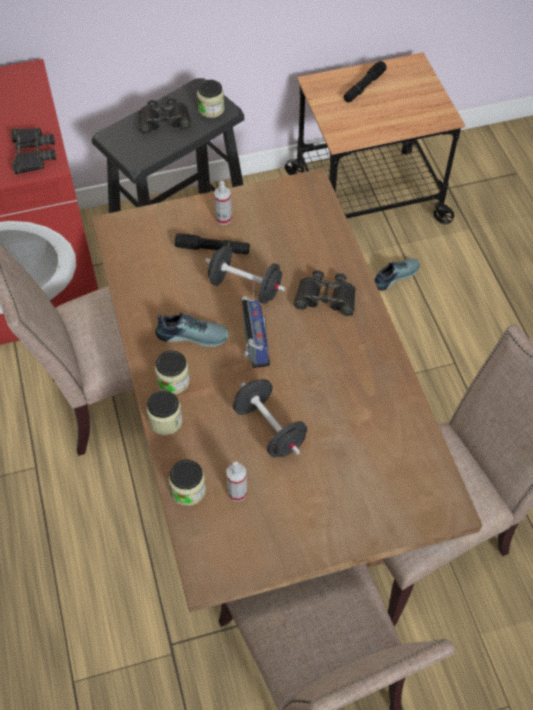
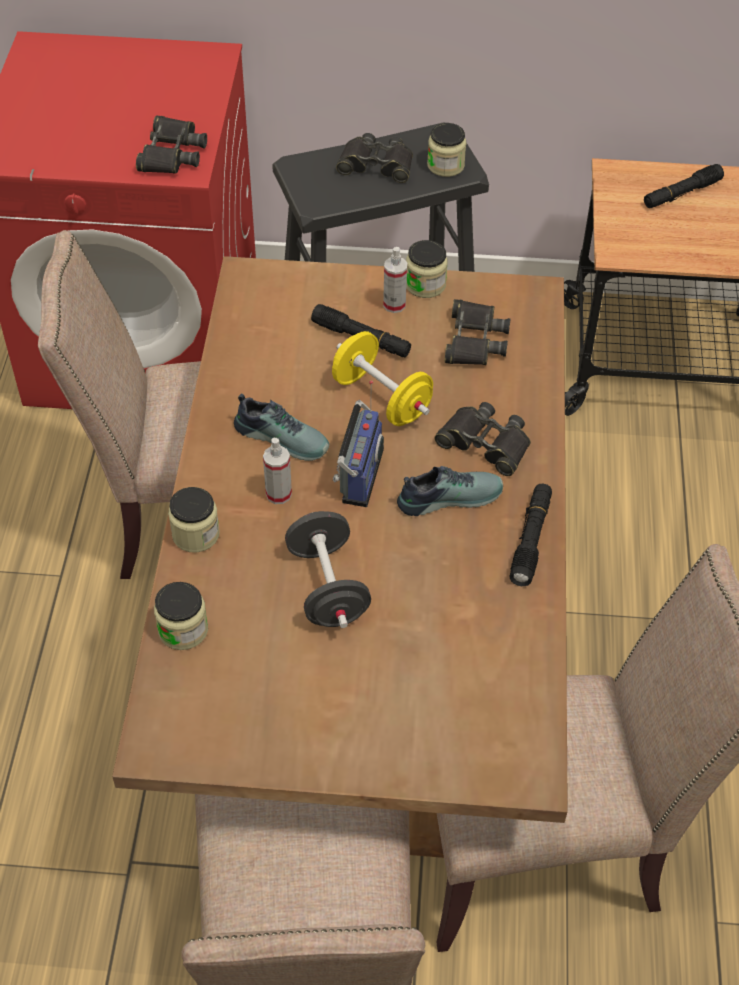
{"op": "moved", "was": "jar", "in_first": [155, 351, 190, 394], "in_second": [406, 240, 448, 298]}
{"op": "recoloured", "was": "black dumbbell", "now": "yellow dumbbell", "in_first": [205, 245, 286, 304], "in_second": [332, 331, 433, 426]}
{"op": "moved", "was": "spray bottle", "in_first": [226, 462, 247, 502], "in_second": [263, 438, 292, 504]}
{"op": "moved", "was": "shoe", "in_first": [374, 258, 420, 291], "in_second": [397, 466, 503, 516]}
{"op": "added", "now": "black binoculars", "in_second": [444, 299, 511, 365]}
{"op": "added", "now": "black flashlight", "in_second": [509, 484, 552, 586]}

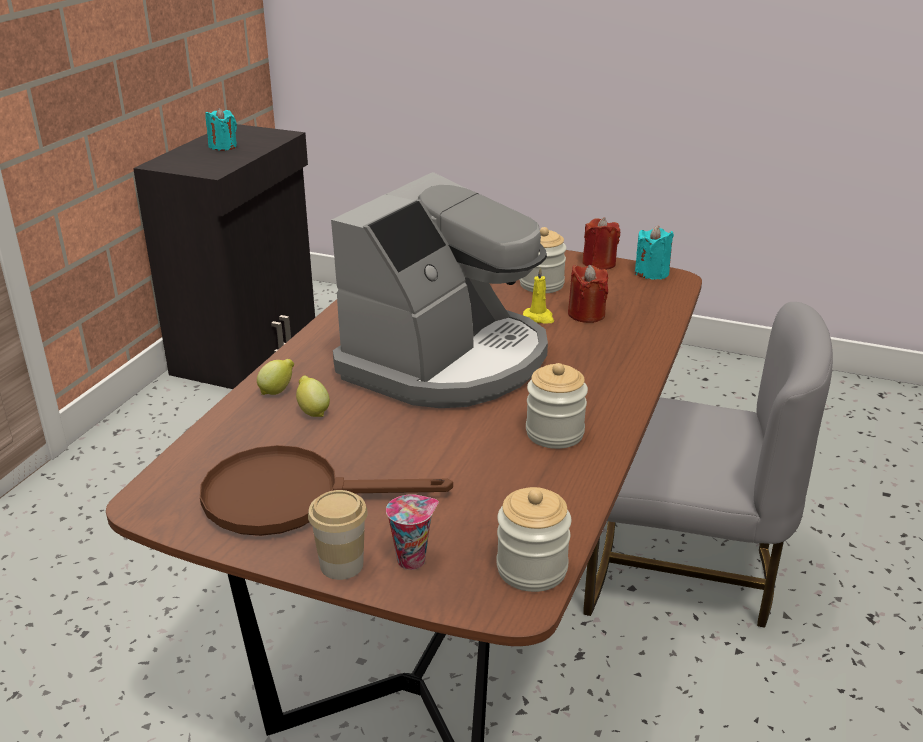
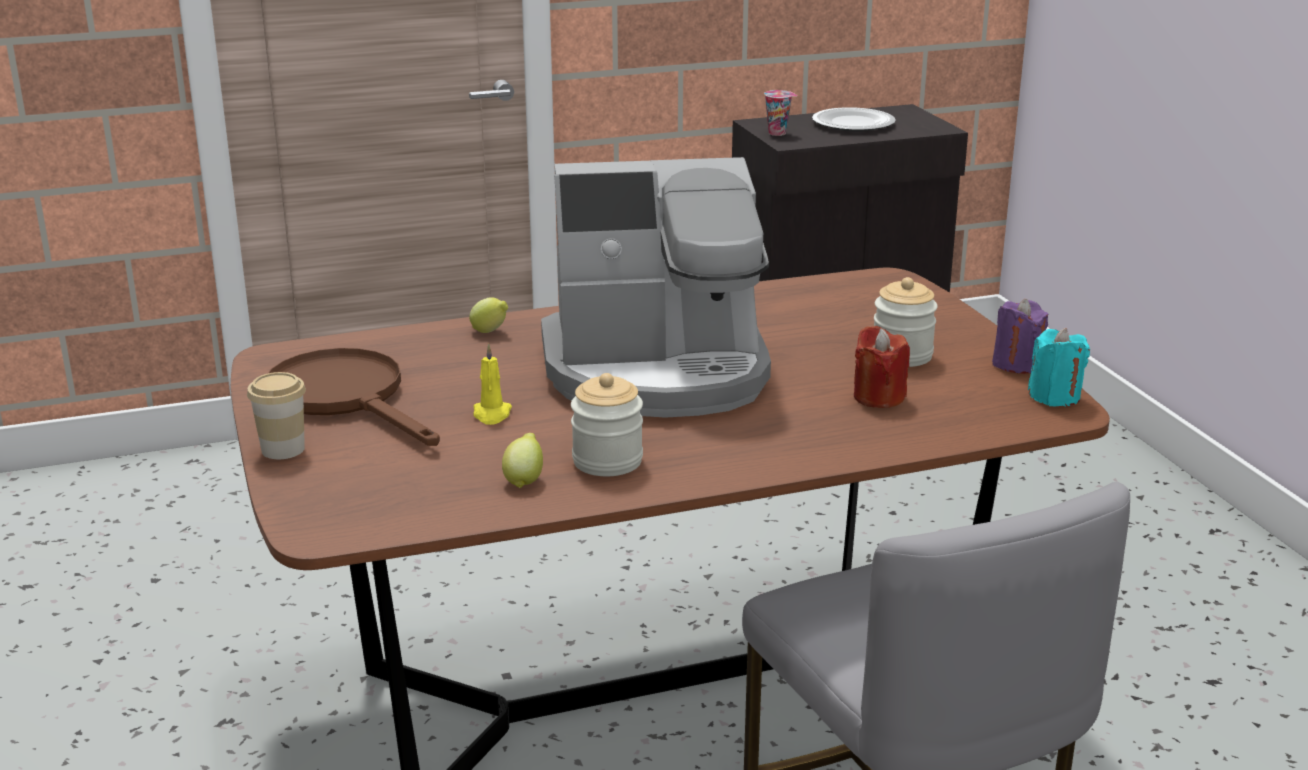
{"op": "replaced", "was": "turquoise candle", "now": "plate", "in_first": [206, 108, 237, 151], "in_second": [812, 107, 896, 132]}
{"op": "moved", "was": "lemon", "in_first": [296, 375, 330, 417], "in_second": [502, 433, 543, 488]}
{"op": "moved", "was": "cup", "in_first": [386, 494, 439, 570], "in_second": [764, 90, 797, 136]}
{"op": "removed", "was": "jar", "in_first": [497, 487, 571, 592]}
{"op": "moved", "was": "yellow candle", "in_first": [523, 267, 554, 323], "in_second": [473, 344, 512, 425]}
{"op": "recoloured", "was": "red candle", "now": "purple candle", "in_first": [582, 217, 620, 270], "in_second": [992, 299, 1048, 374]}

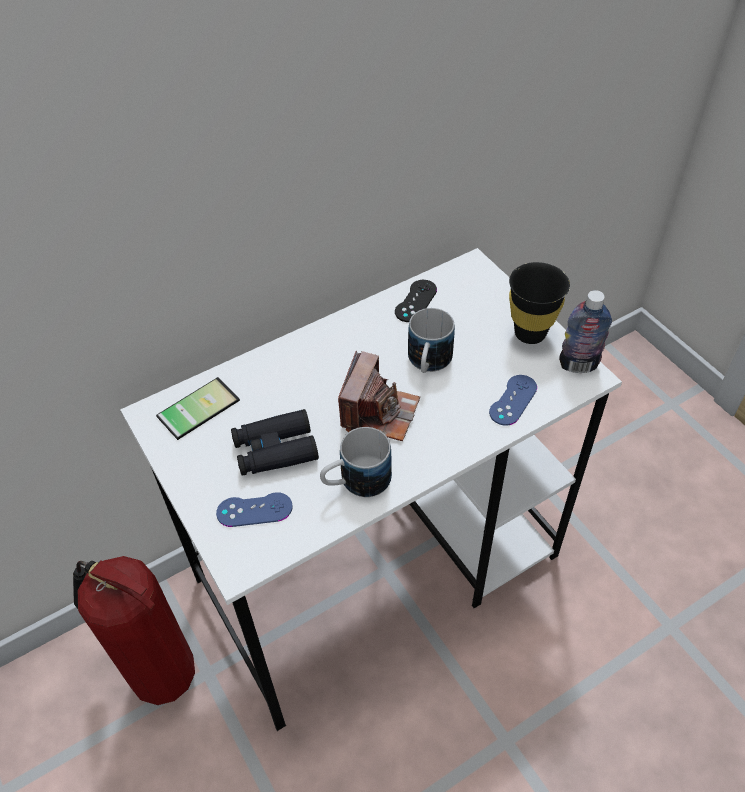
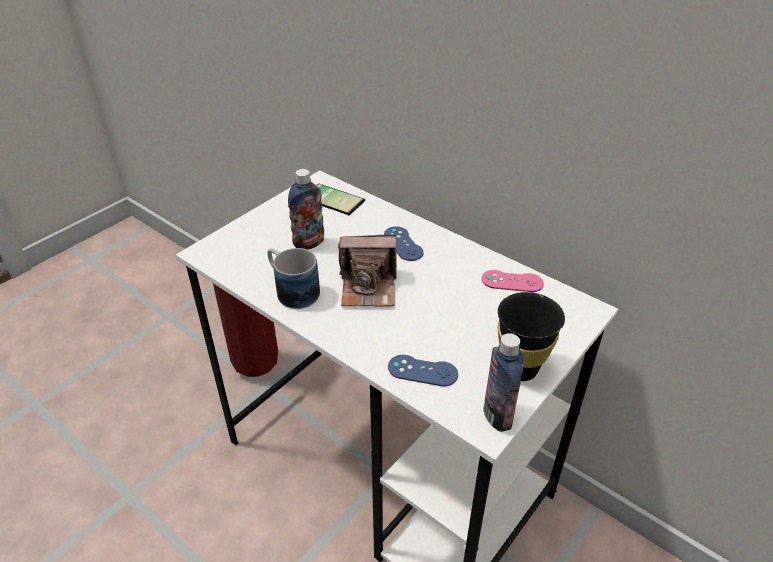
{"op": "moved", "was": "blue game controller", "in_first": [216, 492, 293, 527], "in_second": [384, 226, 424, 261]}
{"op": "replaced", "was": "black binoculars", "now": "bottle", "in_first": [231, 409, 319, 476], "in_second": [288, 169, 324, 250]}
{"op": "recoloured", "was": "black game controller", "now": "pink game controller", "in_first": [395, 280, 437, 322], "in_second": [482, 270, 544, 292]}
{"op": "removed", "was": "mug", "in_first": [408, 308, 455, 373]}

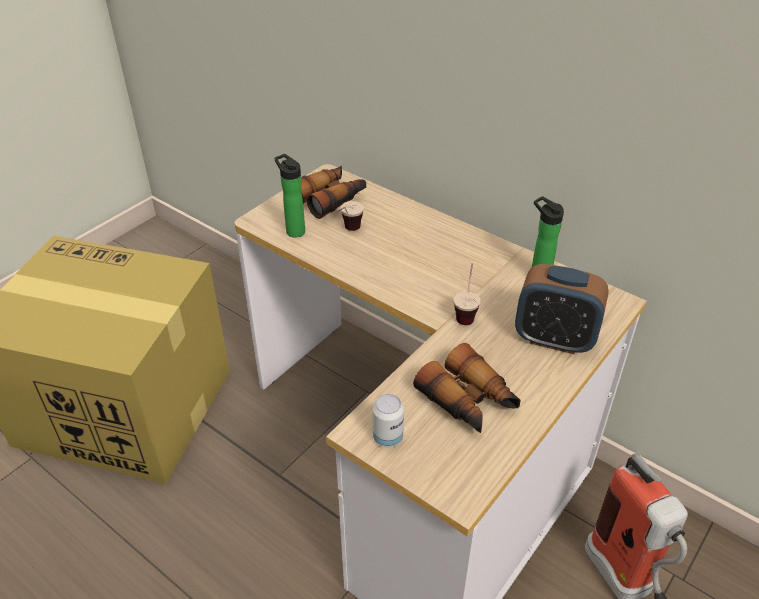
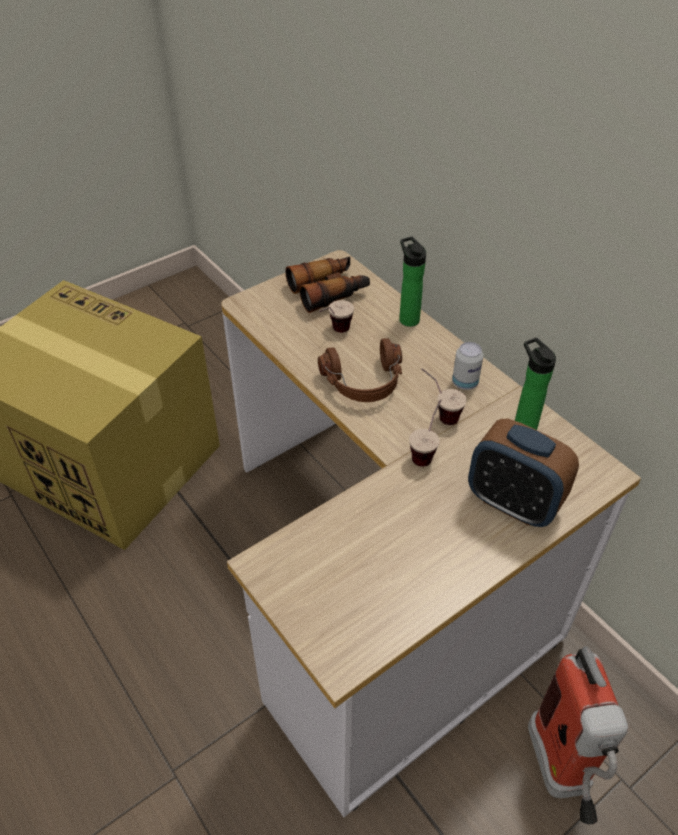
{"op": "moved", "was": "bottle", "in_first": [275, 154, 305, 238], "in_second": [399, 237, 426, 327]}
{"op": "moved", "was": "can", "in_first": [373, 394, 404, 447], "in_second": [452, 342, 483, 390]}
{"op": "removed", "was": "binoculars", "in_first": [413, 343, 521, 433]}
{"op": "added", "now": "brown headphones", "in_second": [318, 338, 402, 402]}
{"op": "added", "now": "cup", "in_second": [421, 368, 467, 425]}

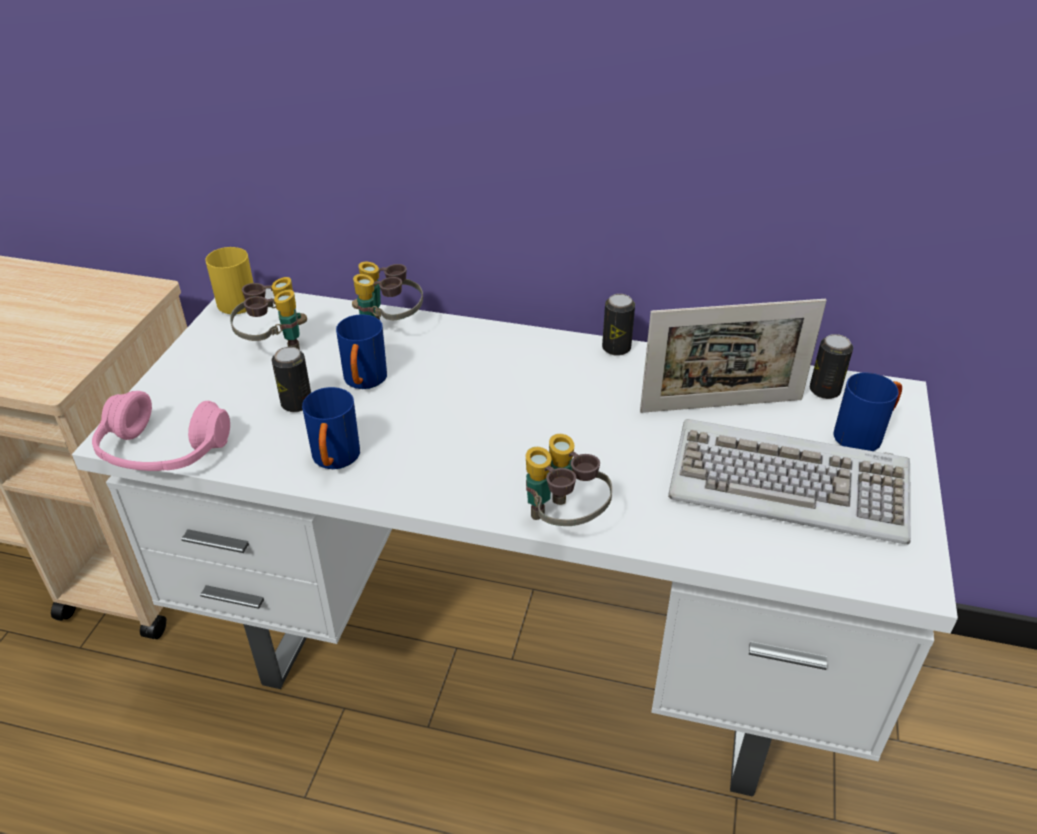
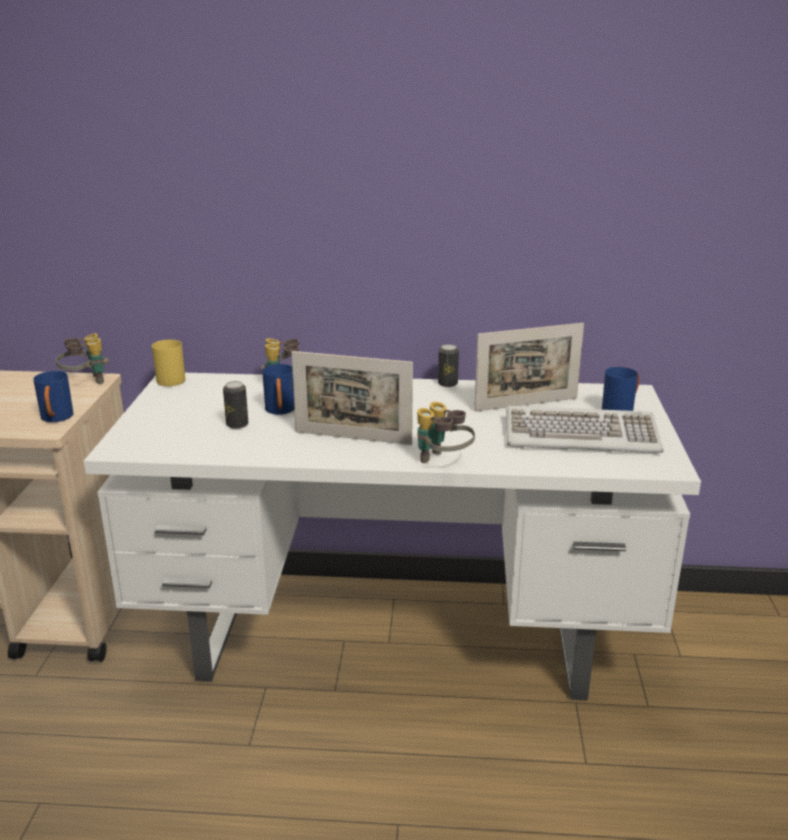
{"op": "removed", "was": "pink headphones", "in_first": [92, 391, 230, 471]}
{"op": "moved", "was": "binoculars", "in_first": [230, 277, 307, 350], "in_second": [56, 333, 109, 384]}
{"op": "moved", "was": "blue mug", "in_first": [302, 387, 360, 469], "in_second": [33, 371, 73, 422]}
{"op": "removed", "was": "can", "in_first": [810, 334, 853, 399]}
{"op": "added", "now": "picture frame", "in_second": [291, 351, 413, 445]}

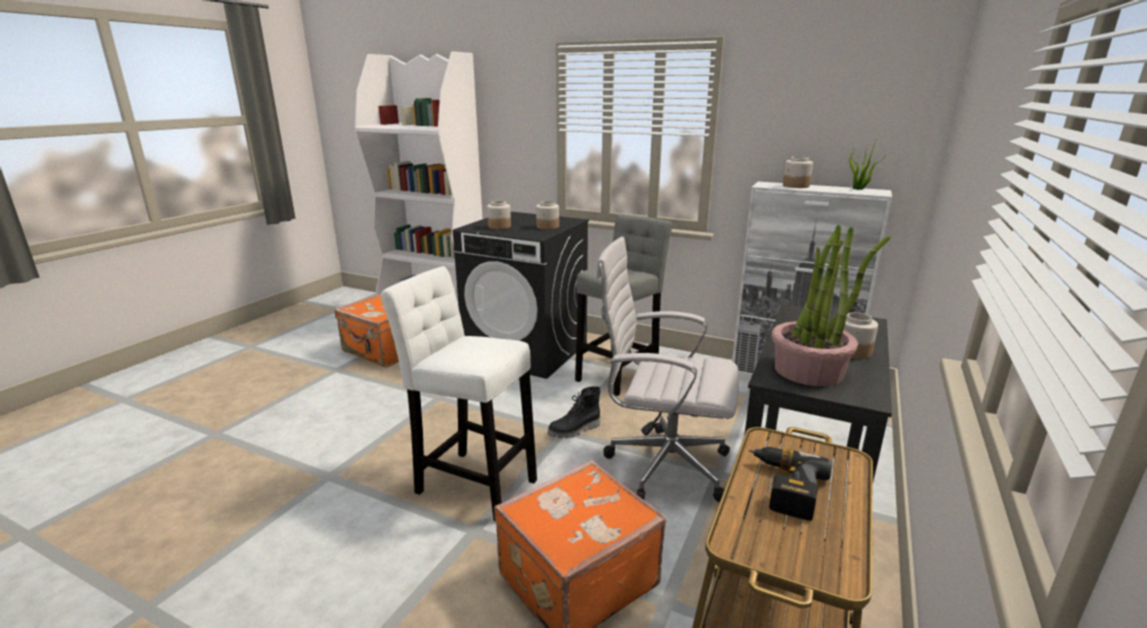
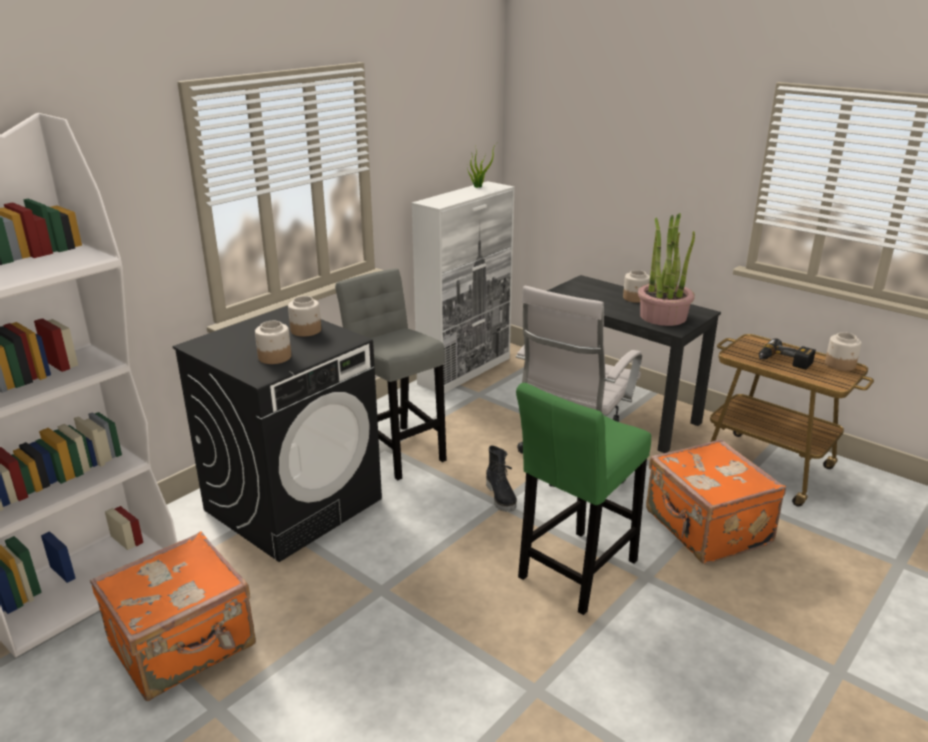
{"op": "recoloured", "was": "white stool", "now": "green stool", "in_first": [381, 266, 537, 521], "in_second": [516, 383, 651, 615]}
{"op": "moved", "was": "jar", "in_first": [783, 157, 813, 188], "in_second": [825, 332, 862, 371]}

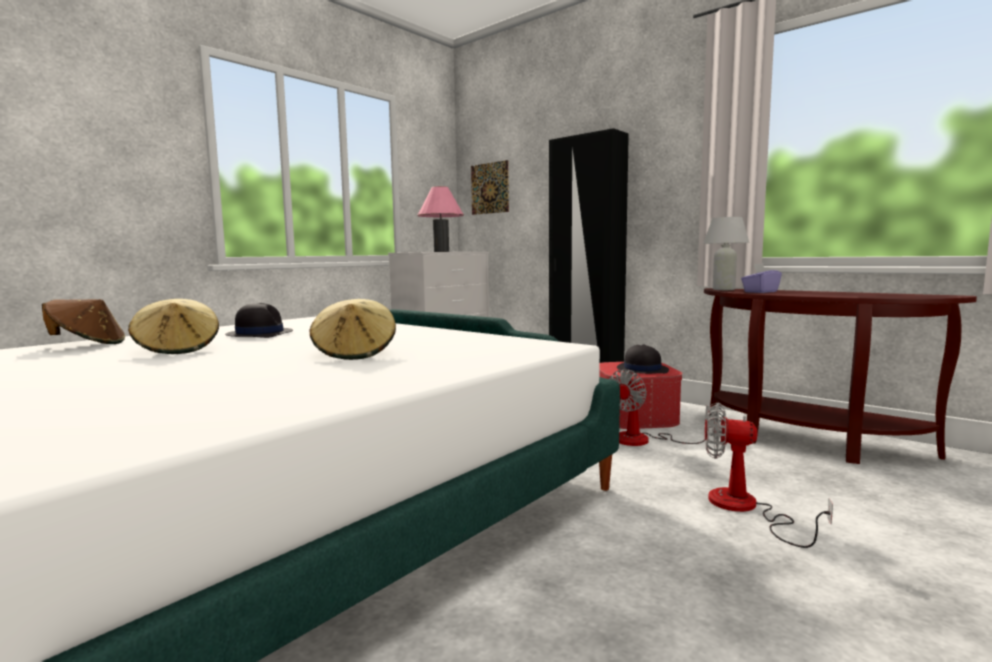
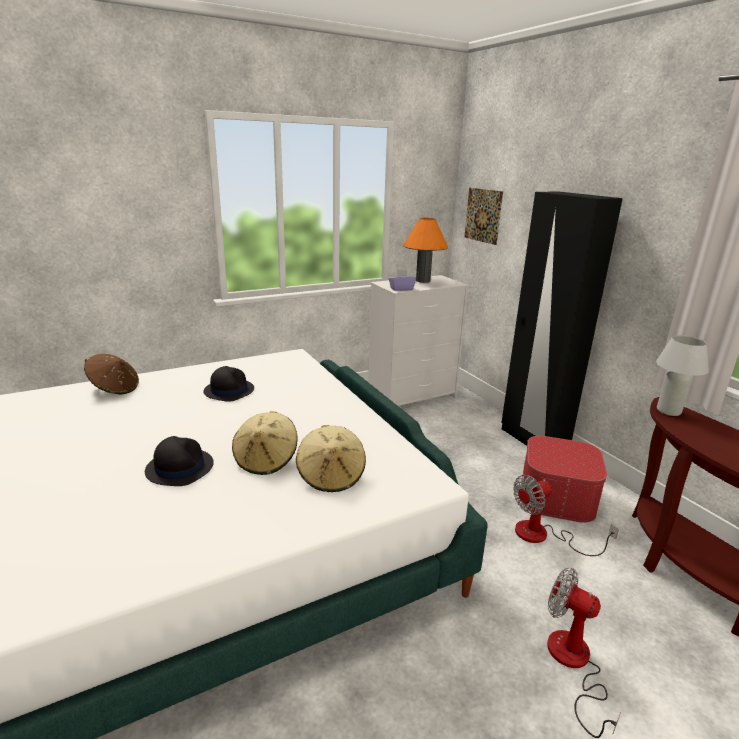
{"op": "moved", "was": "beige hat", "in_first": [128, 299, 219, 354], "in_second": [296, 425, 366, 492]}
{"op": "recoloured", "was": "pink table lamp", "now": "orange table lamp", "in_first": [417, 186, 464, 252], "in_second": [403, 218, 448, 283]}
{"op": "moved", "was": "black hat", "in_first": [617, 344, 669, 374], "in_second": [145, 436, 214, 486]}
{"op": "moved", "was": "purple tissue box", "in_first": [741, 263, 782, 293], "in_second": [389, 270, 416, 291]}

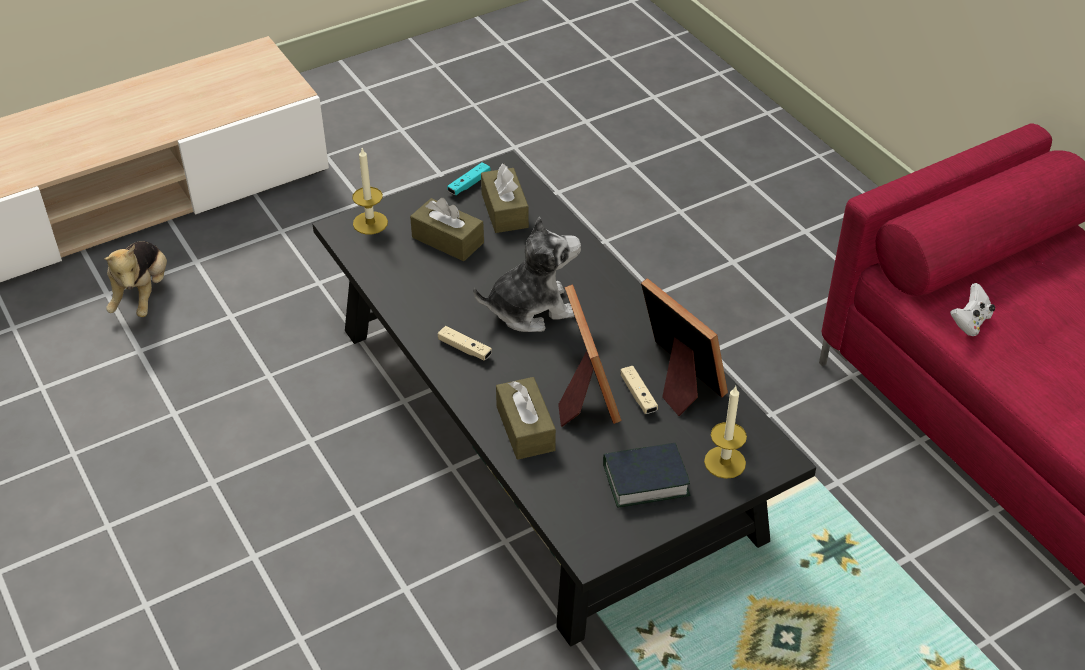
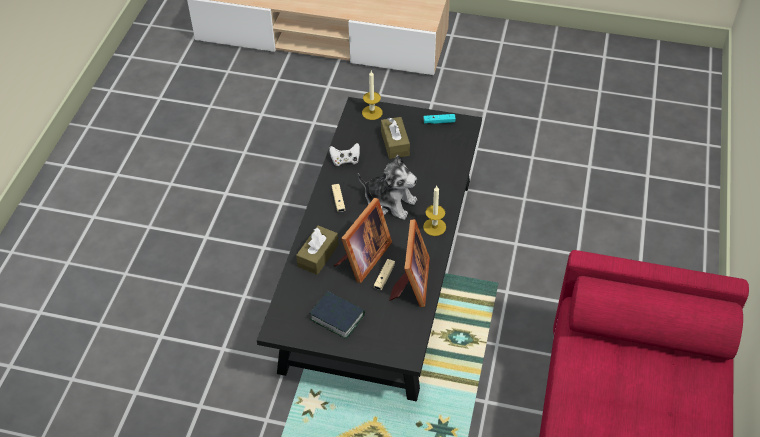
{"op": "removed", "was": "plush toy", "in_first": [104, 241, 167, 317]}
{"op": "removed", "was": "brown tissue box", "in_first": [481, 164, 529, 233]}
{"op": "moved", "was": "candle", "in_first": [704, 386, 747, 479], "in_second": [423, 186, 446, 236]}
{"op": "moved", "was": "white game controller", "in_first": [950, 283, 995, 336], "in_second": [329, 143, 360, 166]}

